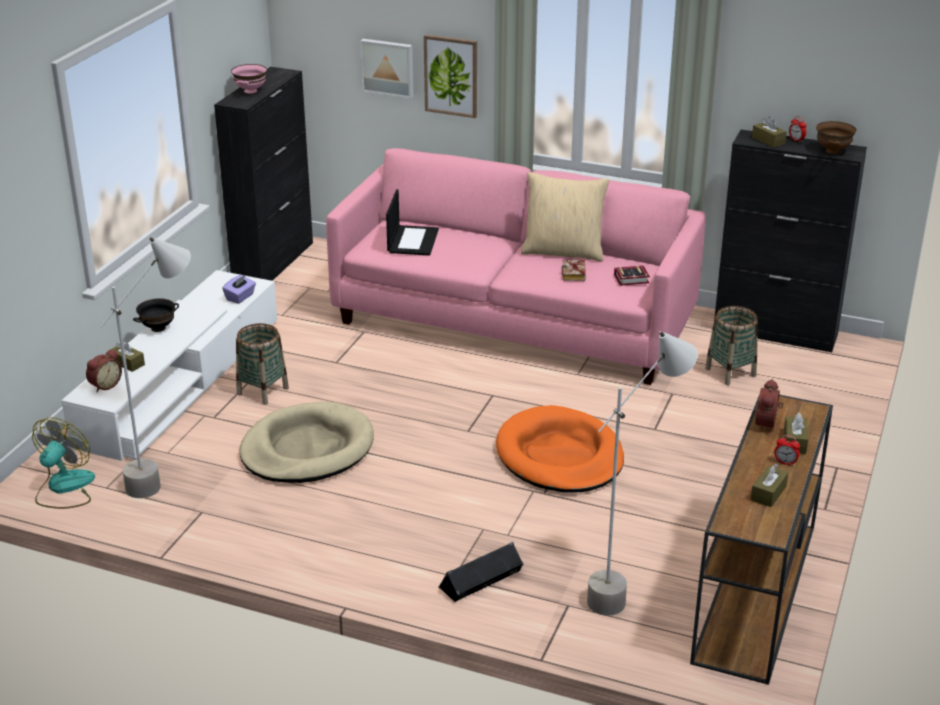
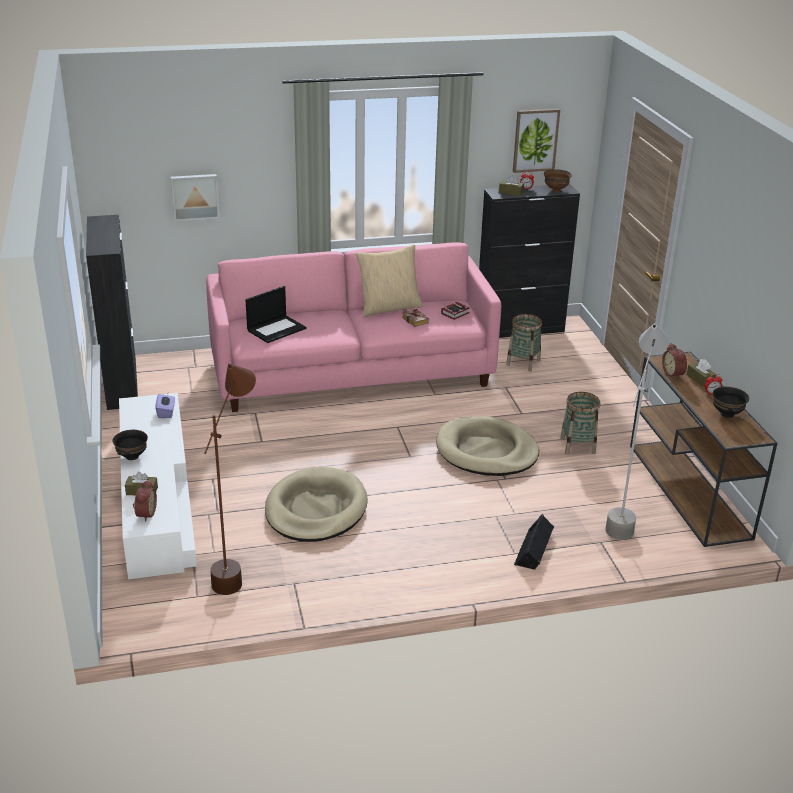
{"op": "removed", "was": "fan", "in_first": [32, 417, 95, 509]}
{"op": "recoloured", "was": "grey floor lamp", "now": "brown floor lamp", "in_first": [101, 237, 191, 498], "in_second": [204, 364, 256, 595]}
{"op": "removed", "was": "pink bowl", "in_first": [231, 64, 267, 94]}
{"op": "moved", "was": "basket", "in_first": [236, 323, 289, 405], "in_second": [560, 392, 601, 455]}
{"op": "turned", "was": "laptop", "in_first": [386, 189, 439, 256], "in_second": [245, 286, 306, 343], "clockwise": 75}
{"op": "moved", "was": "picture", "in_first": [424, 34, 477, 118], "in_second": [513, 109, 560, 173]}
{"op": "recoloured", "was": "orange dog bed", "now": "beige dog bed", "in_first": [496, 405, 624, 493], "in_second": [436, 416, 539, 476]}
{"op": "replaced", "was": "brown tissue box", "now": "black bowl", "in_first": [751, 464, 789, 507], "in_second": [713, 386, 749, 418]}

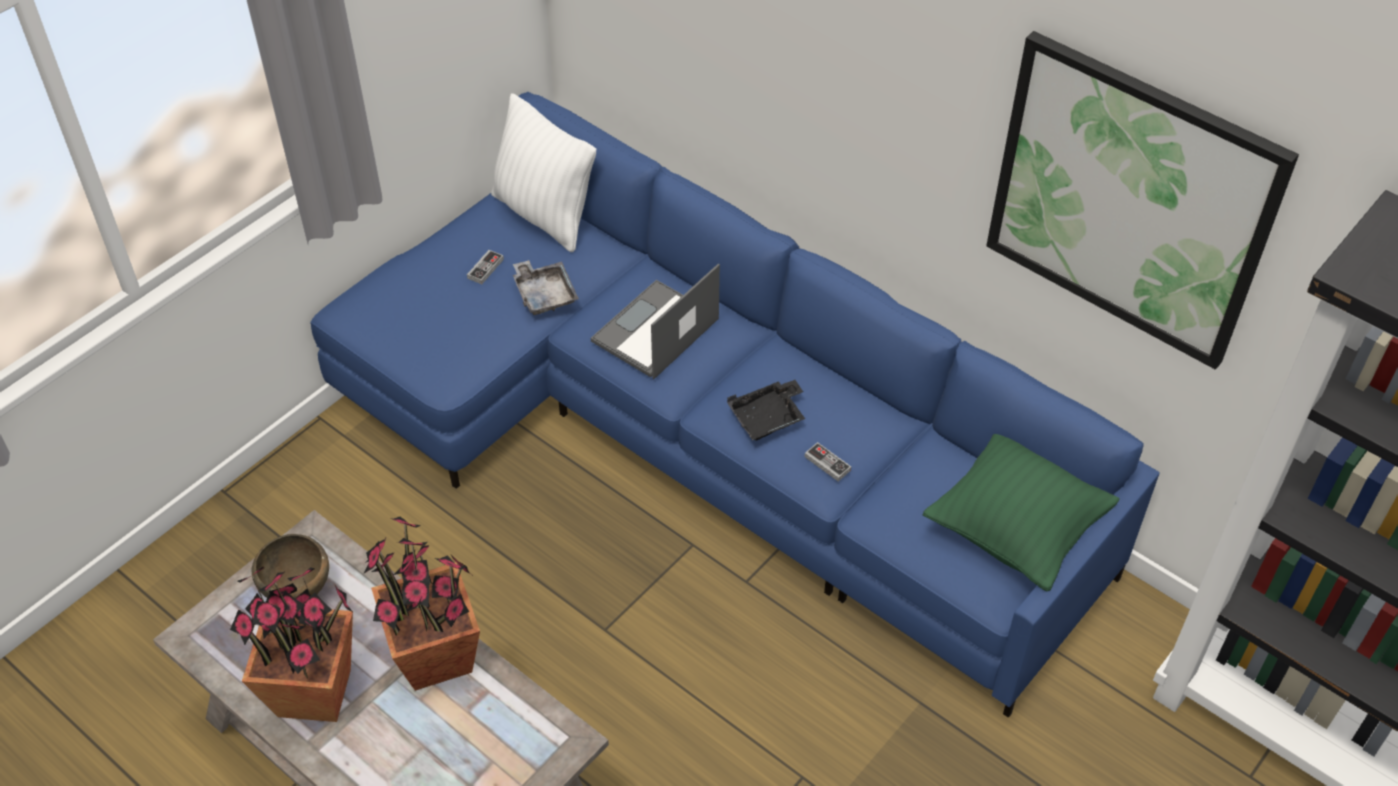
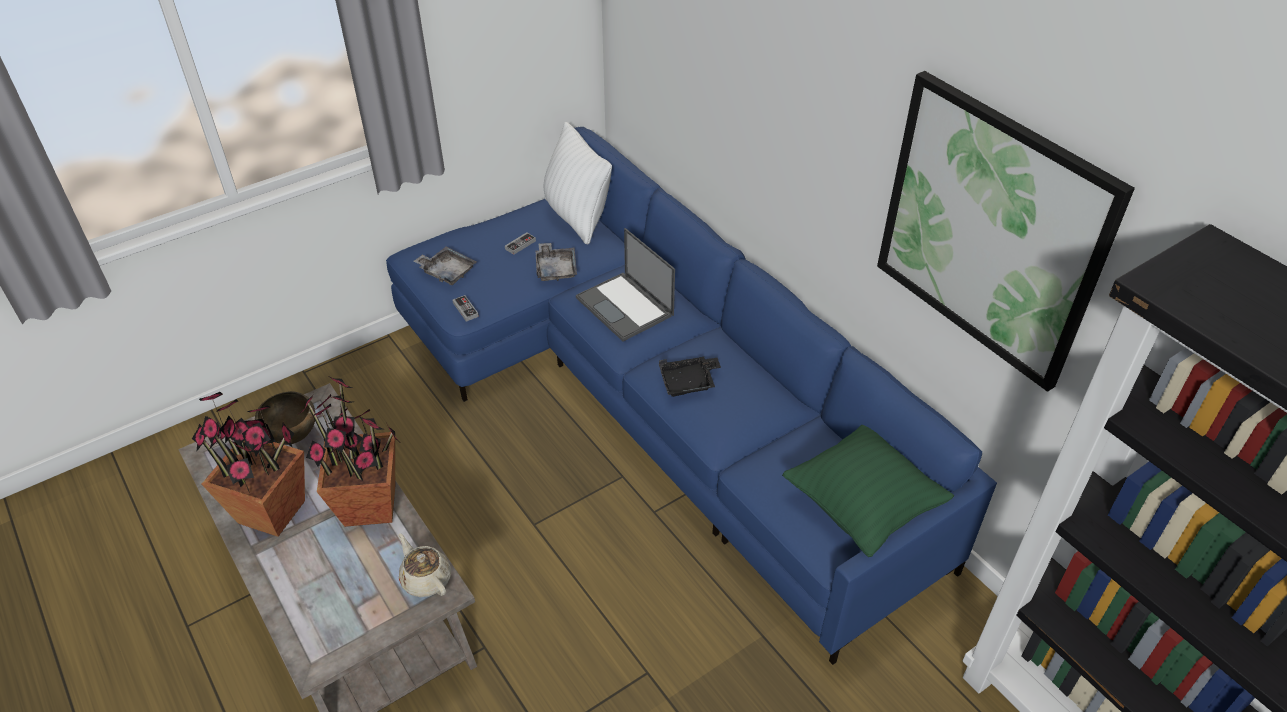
{"op": "turned", "was": "laptop", "in_first": [591, 264, 720, 379], "in_second": [576, 228, 675, 342], "clockwise": -90}
{"op": "moved", "was": "game controller", "in_first": [805, 442, 851, 481], "in_second": [453, 295, 479, 322]}
{"op": "added", "now": "beige teapot", "in_second": [398, 533, 451, 597]}
{"op": "added", "now": "grey tray", "in_second": [414, 247, 476, 285]}

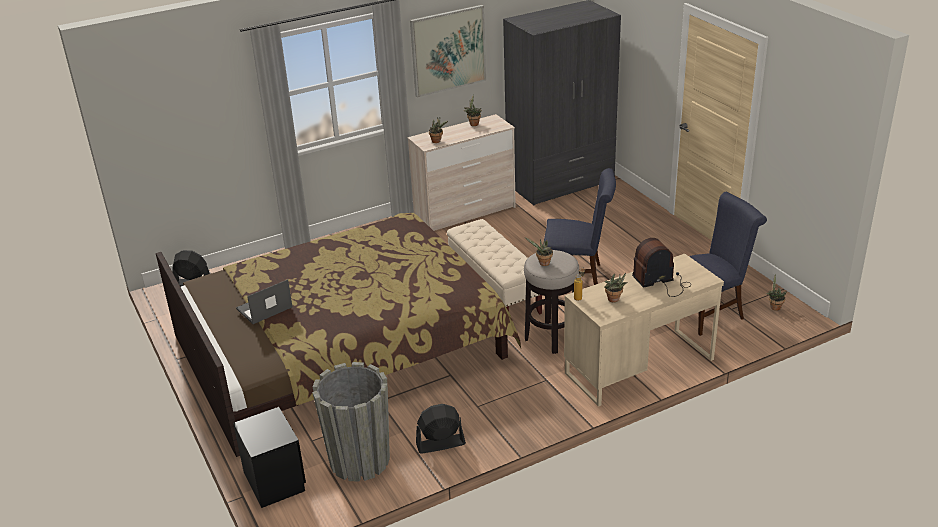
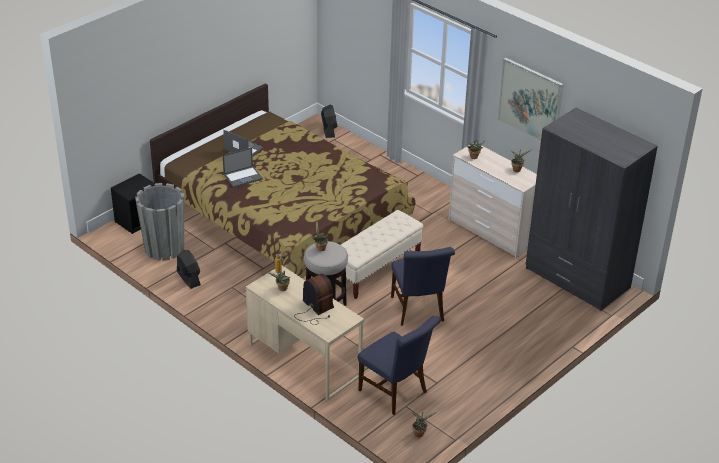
{"op": "added", "now": "laptop", "in_second": [223, 148, 263, 188]}

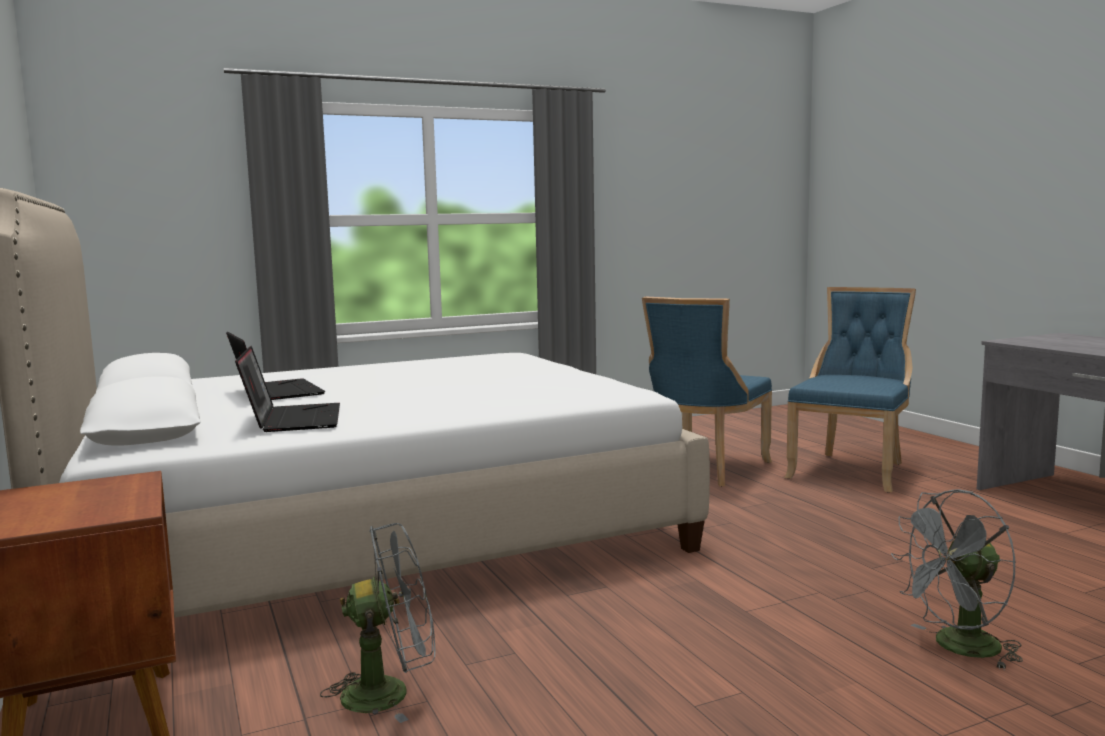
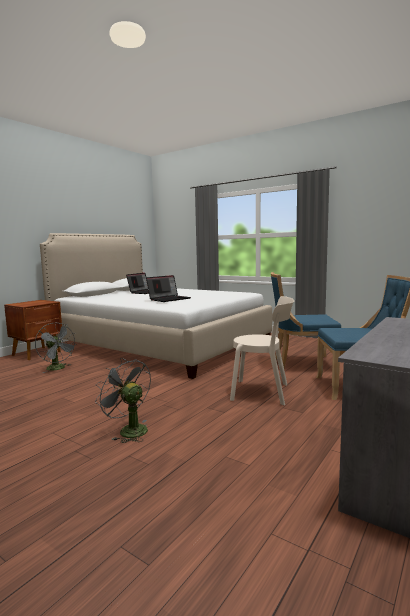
{"op": "moved", "was": "laptop", "in_first": [235, 346, 340, 432], "in_second": [146, 275, 191, 302]}
{"op": "added", "now": "beige chair", "in_second": [230, 296, 295, 405]}

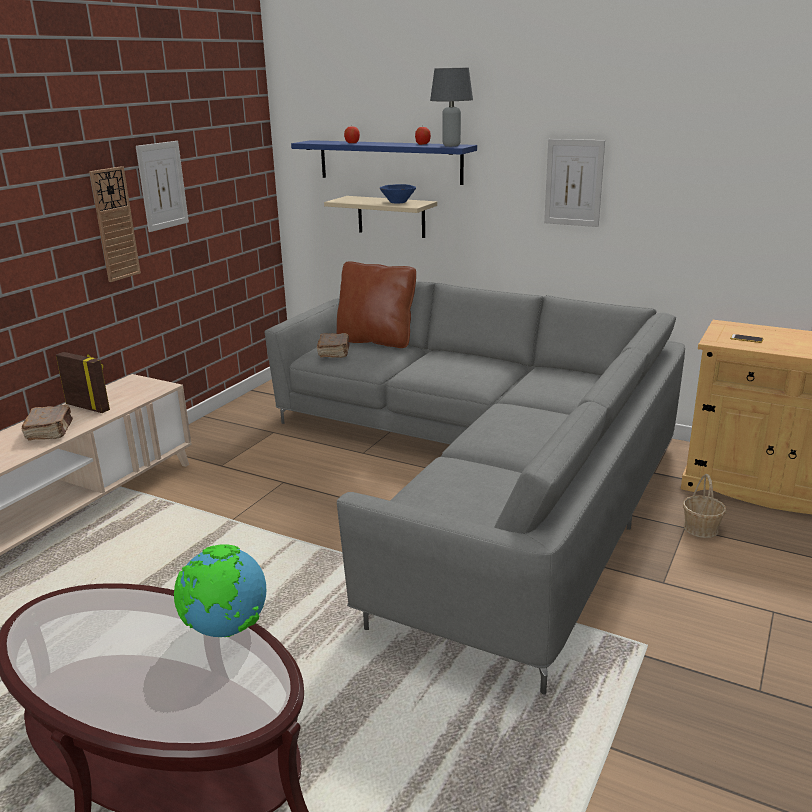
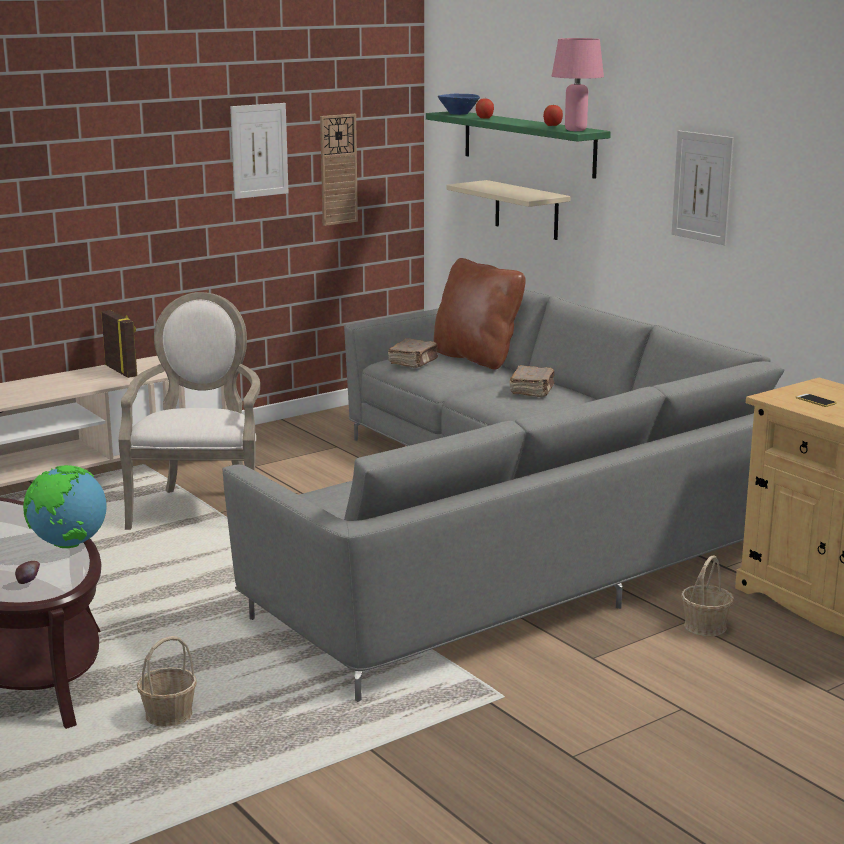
{"op": "moved", "was": "brown book", "in_first": [22, 405, 73, 441], "in_second": [509, 365, 554, 397]}
{"op": "moved", "was": "wall clock", "in_first": [89, 166, 141, 282], "in_second": [320, 114, 358, 226]}
{"op": "recoloured", "was": "blue shelf", "now": "green shelf", "in_first": [291, 140, 477, 185], "in_second": [426, 111, 611, 179]}
{"op": "moved", "was": "blue bowl", "in_first": [380, 184, 416, 203], "in_second": [438, 94, 480, 115]}
{"op": "recoloured", "was": "grey table lamp", "now": "pink table lamp", "in_first": [430, 68, 473, 147], "in_second": [552, 38, 604, 131]}
{"op": "added", "now": "apple", "in_second": [15, 561, 40, 584]}
{"op": "added", "now": "armchair", "in_second": [118, 292, 260, 530]}
{"op": "added", "now": "basket", "in_second": [137, 636, 197, 727]}

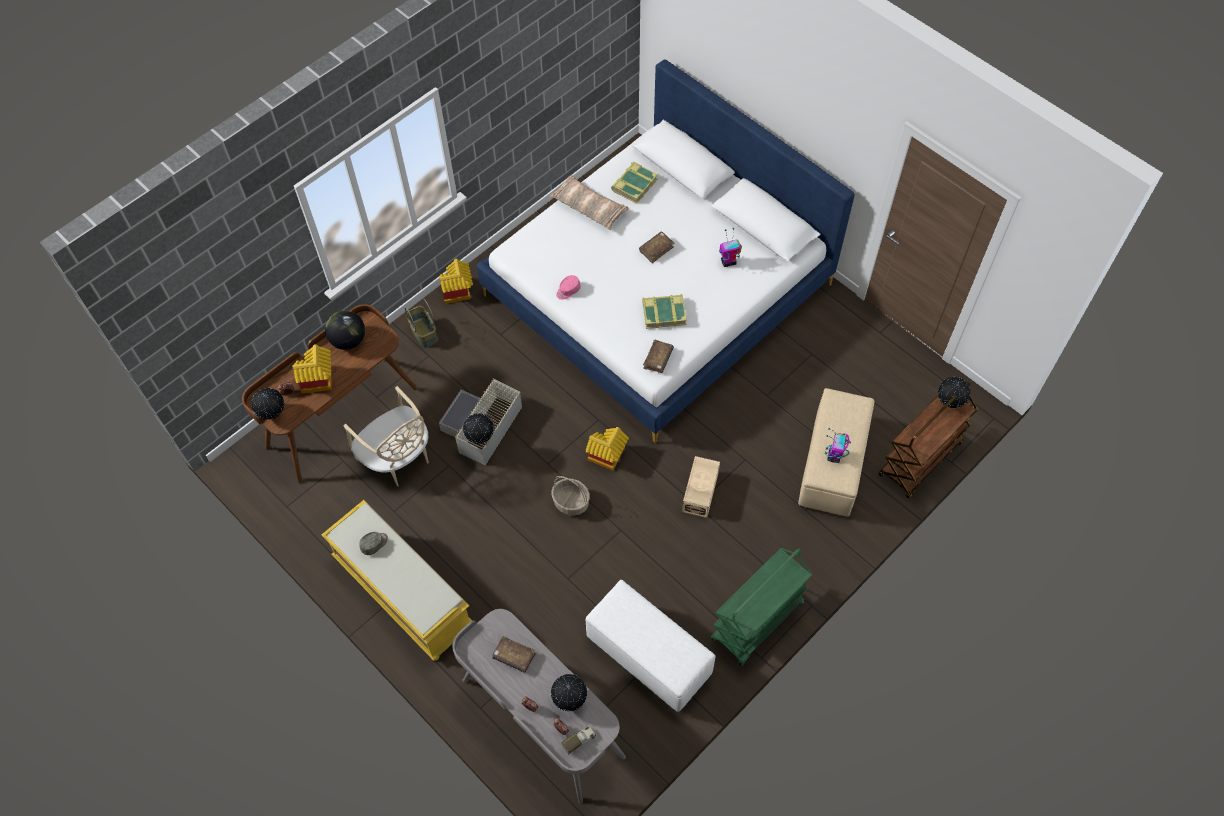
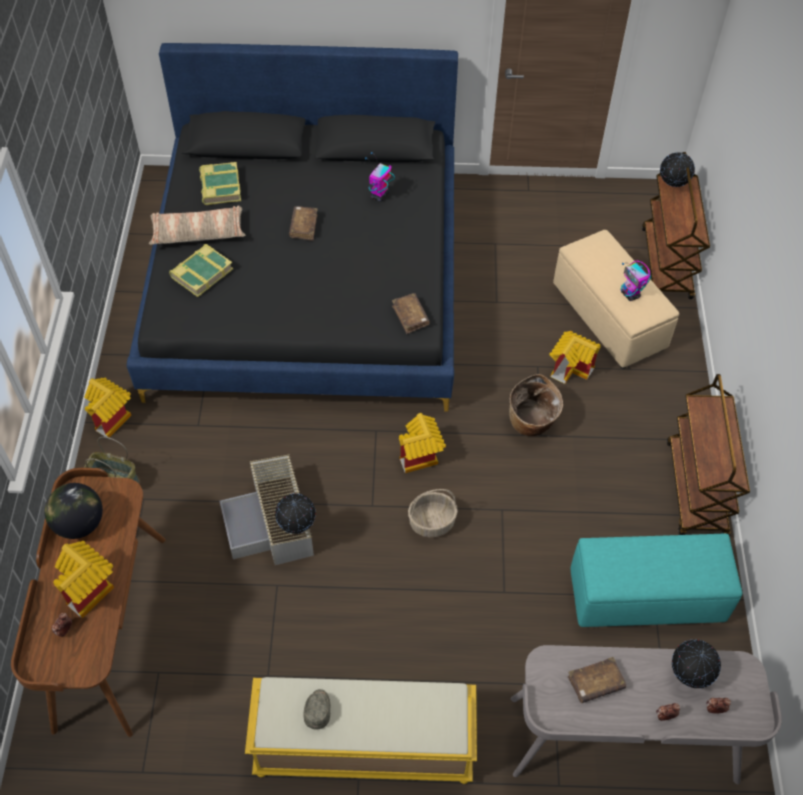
{"op": "removed", "was": "globe", "in_first": [251, 388, 284, 420]}
{"op": "removed", "was": "beige chair", "in_first": [343, 386, 429, 486]}
{"op": "recoloured", "was": "white bed", "now": "black bed", "in_first": [477, 59, 855, 443], "in_second": [127, 43, 458, 412]}
{"op": "removed", "was": "pink cap", "in_first": [556, 275, 581, 300]}
{"op": "removed", "was": "toy truck", "in_first": [561, 726, 596, 755]}
{"op": "recoloured", "was": "white ottoman", "now": "turquoise ottoman", "in_first": [586, 580, 716, 712], "in_second": [571, 533, 742, 627]}
{"op": "moved", "was": "book", "in_first": [642, 294, 687, 329], "in_second": [169, 244, 233, 297]}
{"op": "replaced", "was": "beige storage box", "now": "basket", "in_first": [682, 456, 720, 518], "in_second": [509, 374, 563, 436]}
{"op": "recoloured", "was": "green cart", "now": "brown cart", "in_first": [711, 548, 812, 666], "in_second": [667, 374, 750, 535]}
{"op": "added", "now": "toy house", "in_second": [550, 331, 600, 384]}

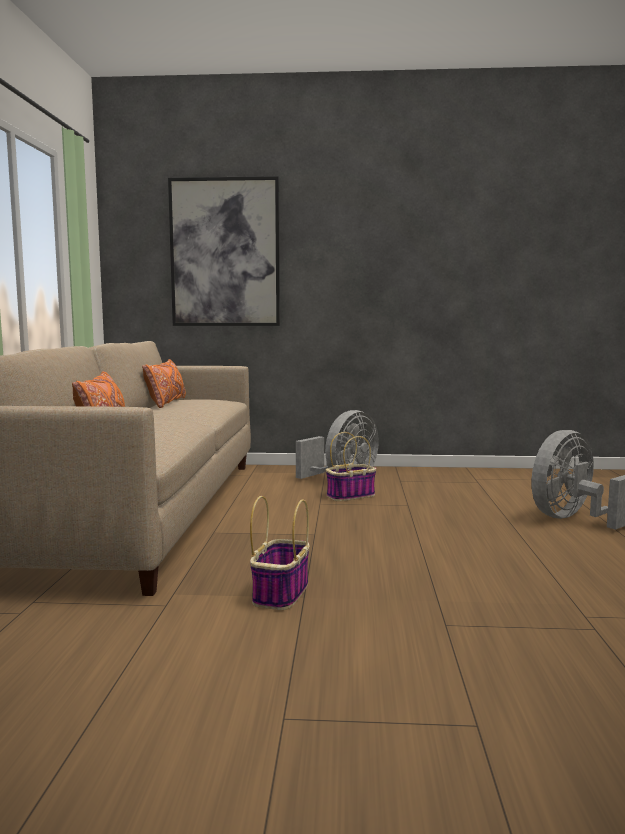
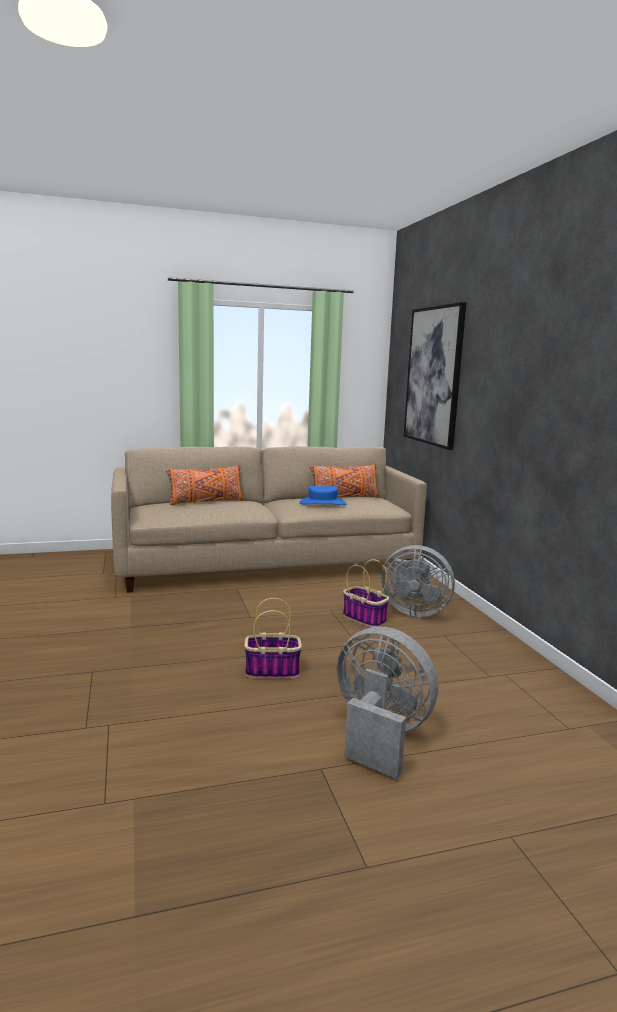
{"op": "moved", "was": "basket", "in_first": [250, 496, 309, 610], "in_second": [244, 598, 302, 679]}
{"op": "added", "now": "blue hat", "in_second": [299, 486, 346, 505]}

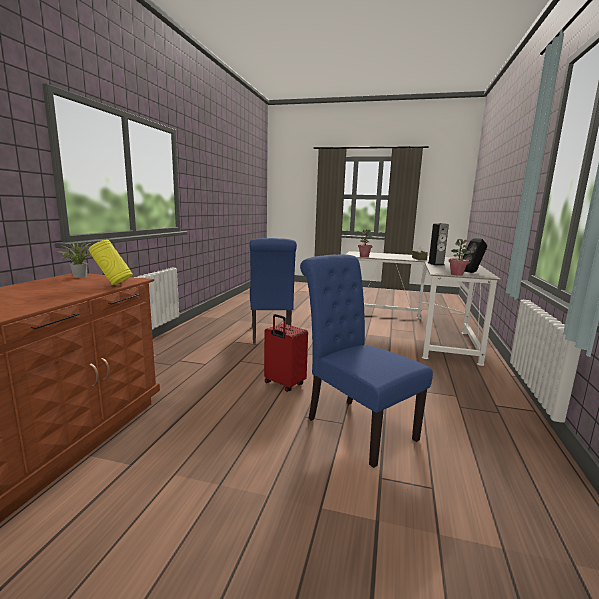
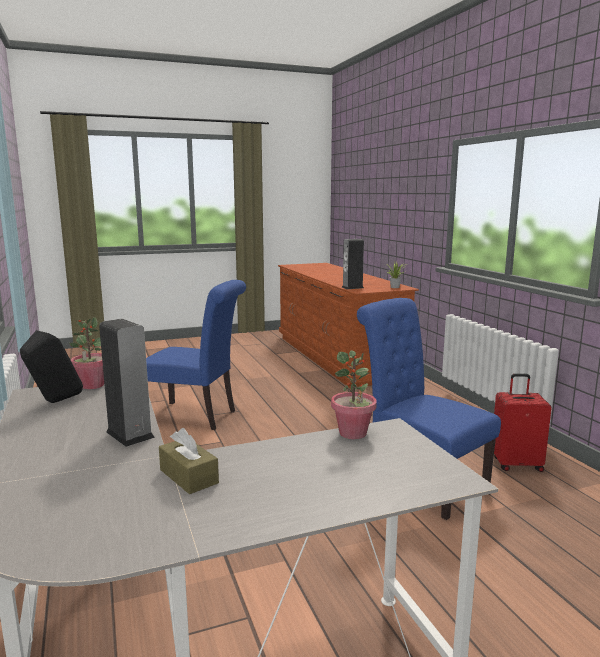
{"op": "replaced", "was": "yellow vase", "now": "speaker", "in_first": [89, 240, 133, 285], "in_second": [342, 239, 364, 289]}
{"op": "moved", "was": "red suitcase", "in_first": [264, 314, 308, 392], "in_second": [494, 374, 552, 472]}

